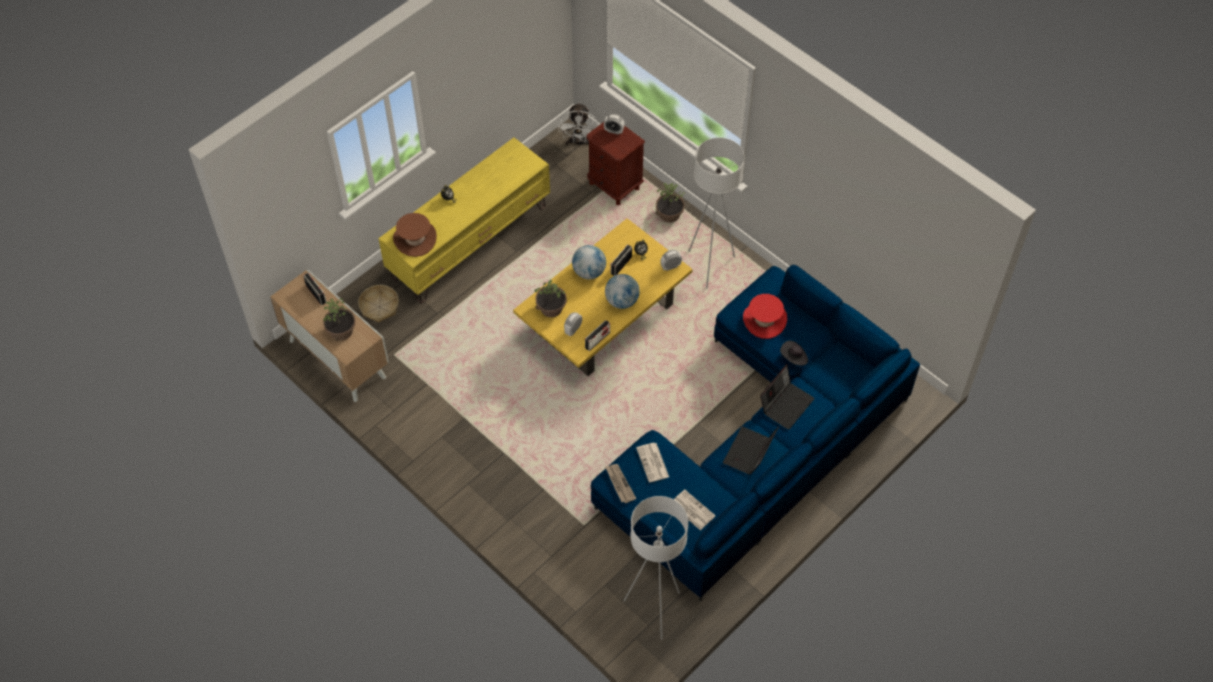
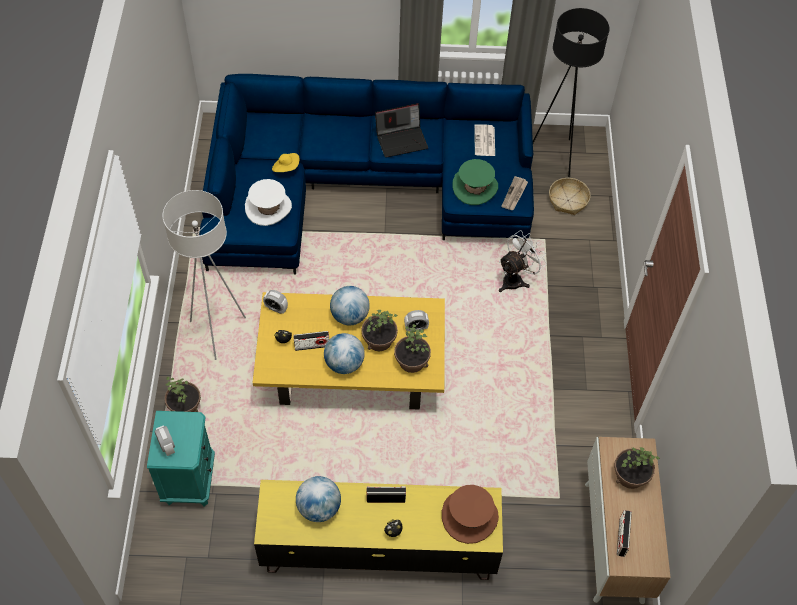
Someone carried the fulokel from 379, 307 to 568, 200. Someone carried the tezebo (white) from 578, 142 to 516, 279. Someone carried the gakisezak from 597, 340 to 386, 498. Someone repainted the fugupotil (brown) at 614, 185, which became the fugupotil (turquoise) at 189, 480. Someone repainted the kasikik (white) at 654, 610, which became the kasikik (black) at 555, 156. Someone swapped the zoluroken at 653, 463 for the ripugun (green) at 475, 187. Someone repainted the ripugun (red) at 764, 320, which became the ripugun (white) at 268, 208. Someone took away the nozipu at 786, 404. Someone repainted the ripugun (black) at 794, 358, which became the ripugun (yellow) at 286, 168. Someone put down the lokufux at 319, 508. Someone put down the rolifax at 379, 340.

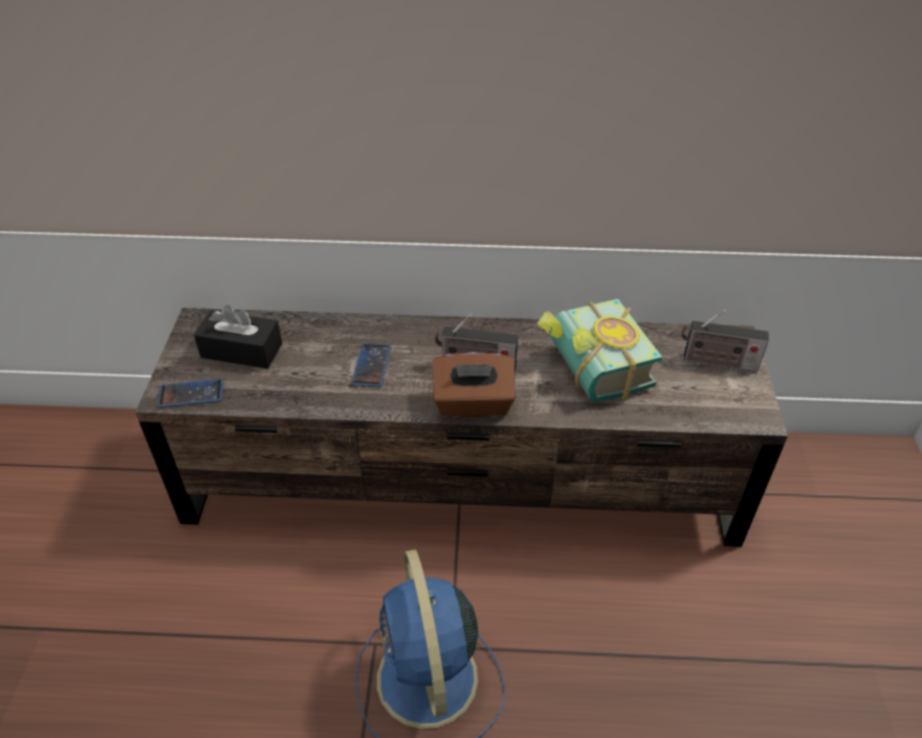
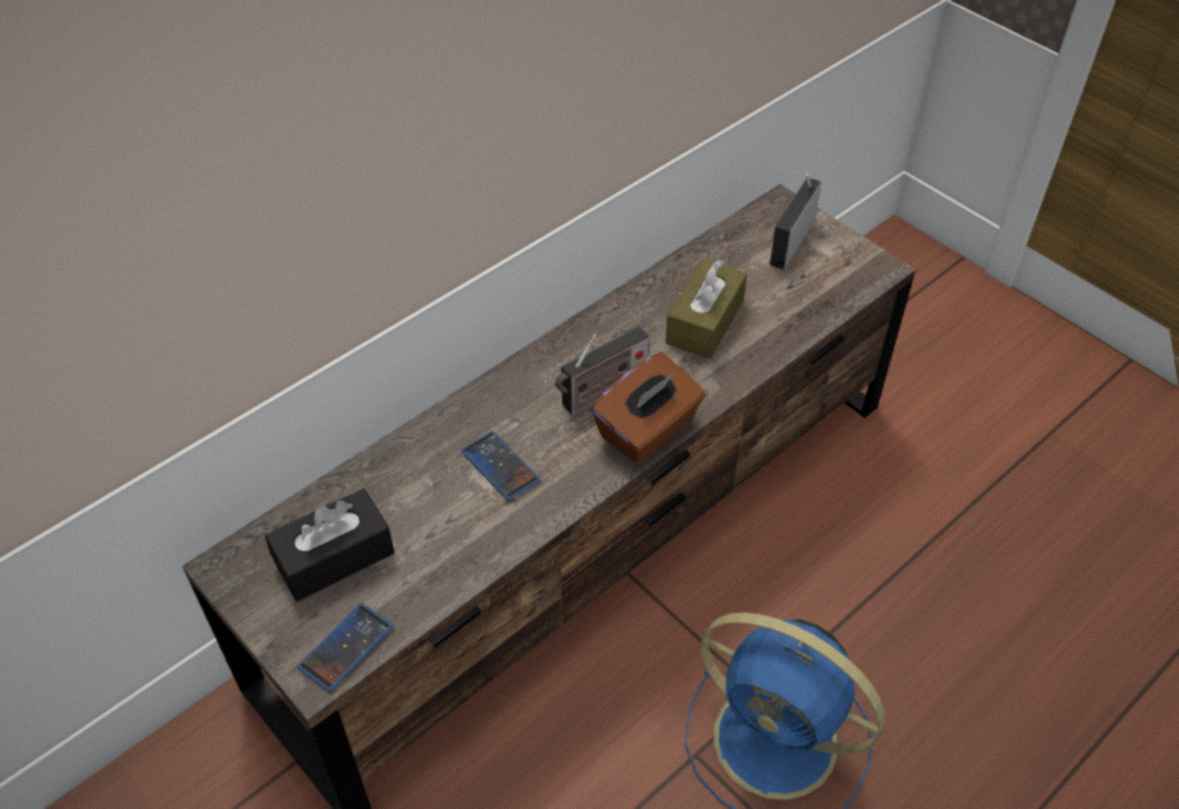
Someone swapped the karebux at 589, 371 for the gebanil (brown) at 705, 322. Someone rotated the gakisezak at 716, 362 by 150 degrees clockwise.

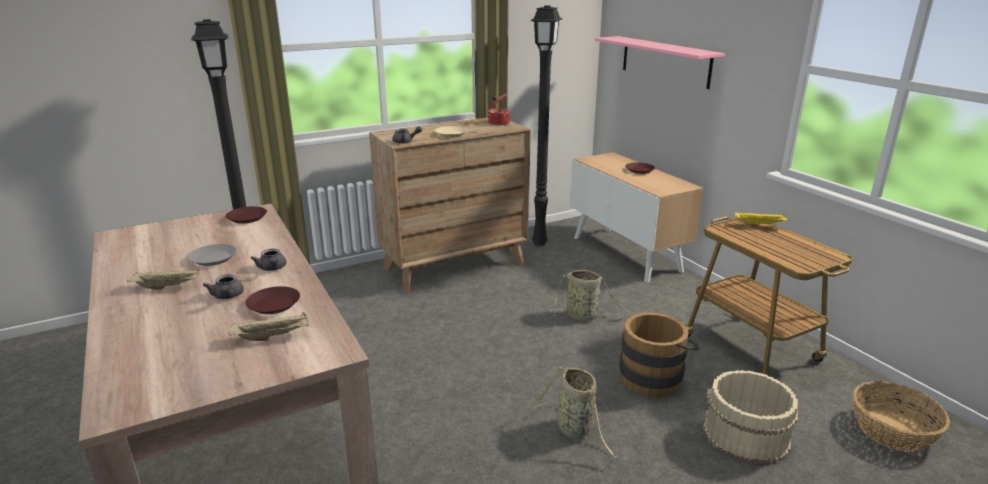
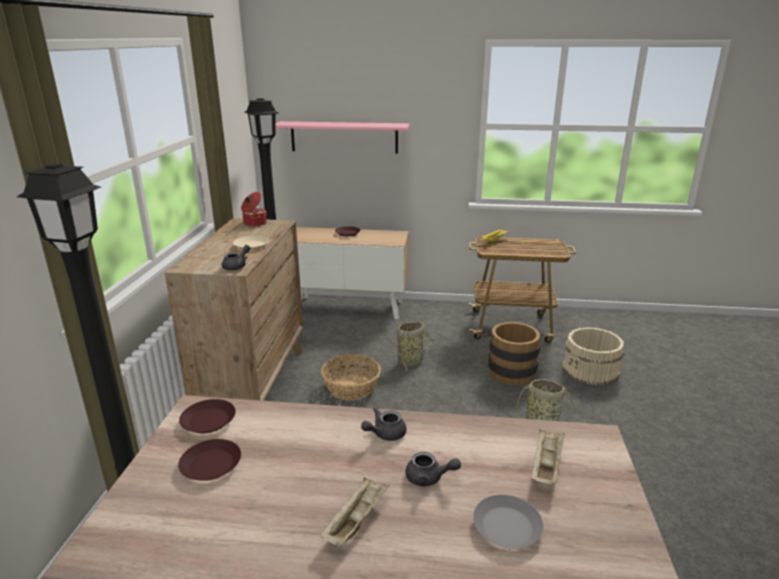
Someone carried the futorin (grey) from 213, 258 to 506, 527. Someone carried the futorin (brown) from 273, 305 to 211, 465. Someone rotated the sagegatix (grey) at 272, 269 by 135 degrees clockwise. Someone carried the fulokel from 892, 429 to 351, 387.

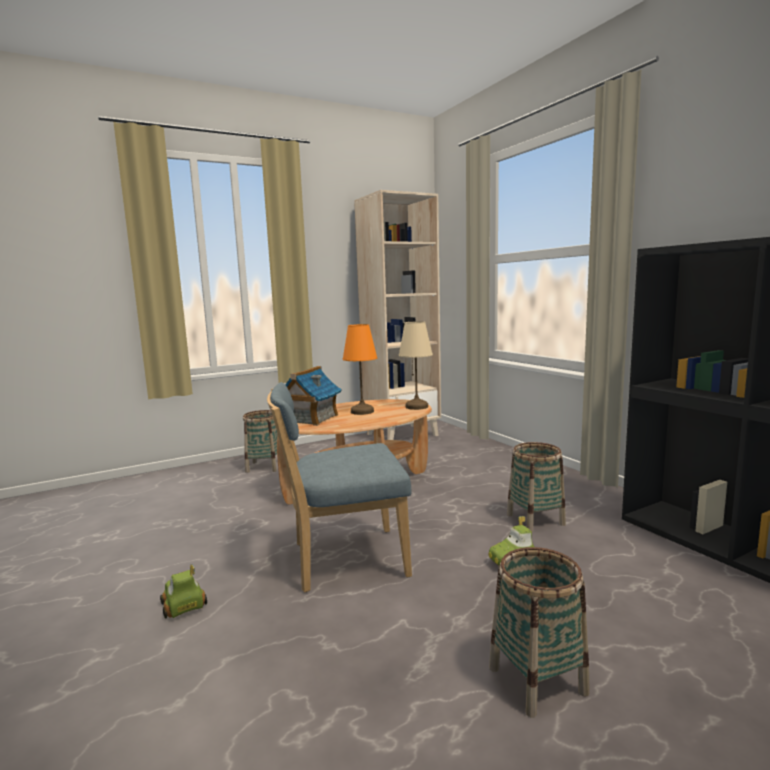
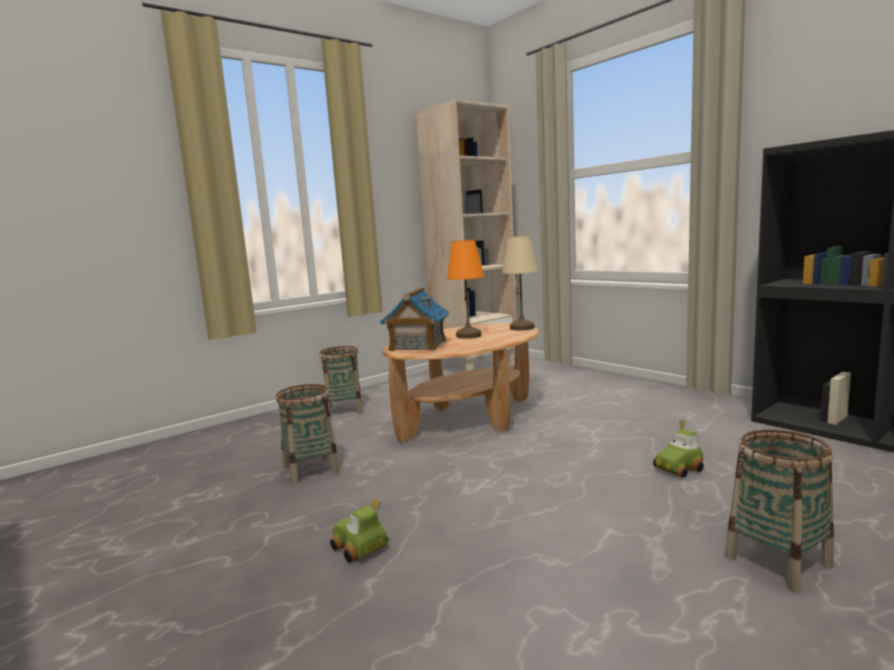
Someone took away the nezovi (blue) at 343, 560. Someone carried the fulokel from 535, 519 to 311, 470.

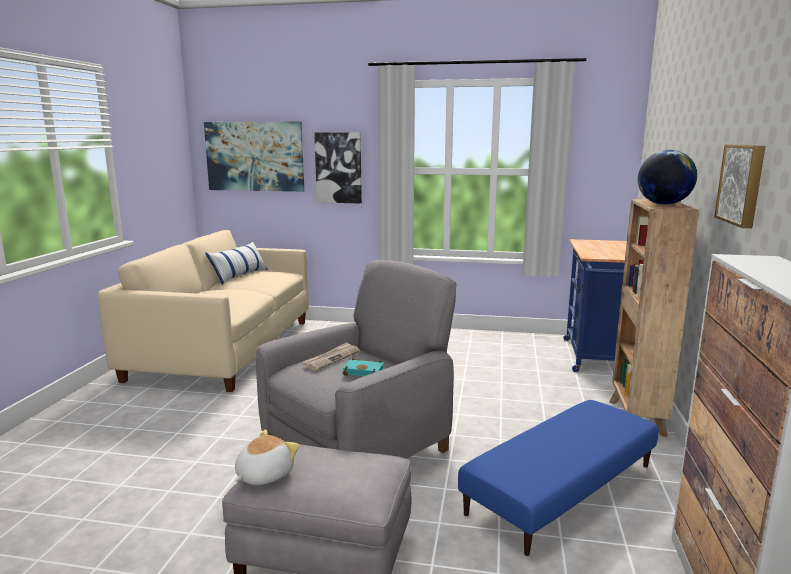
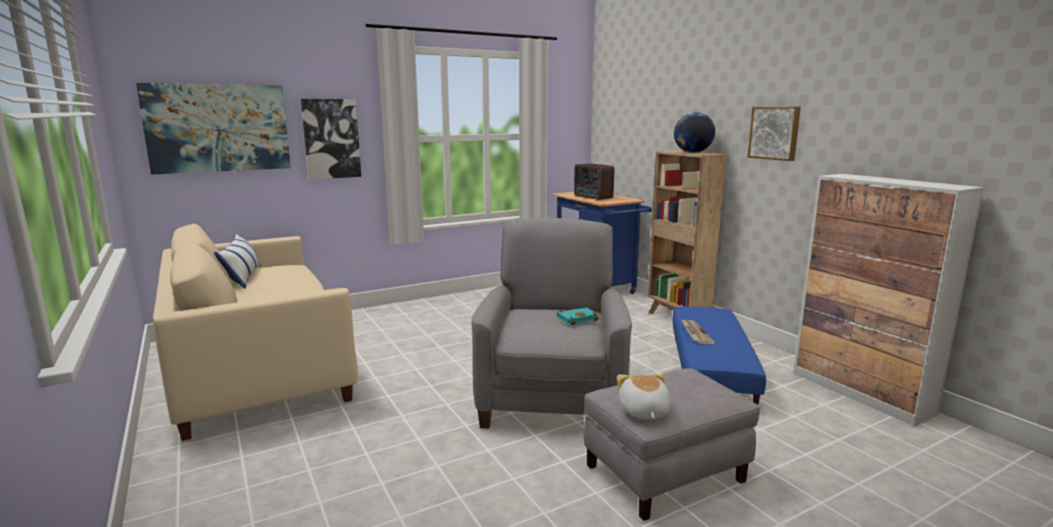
Someone carried the zoluroken from 332, 358 to 695, 333. Someone put down the gakisezak at 593, 198.

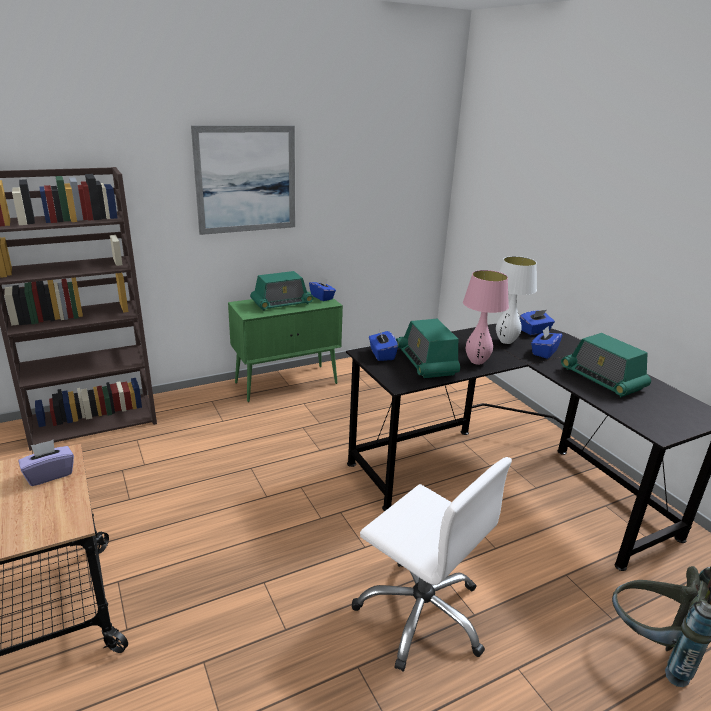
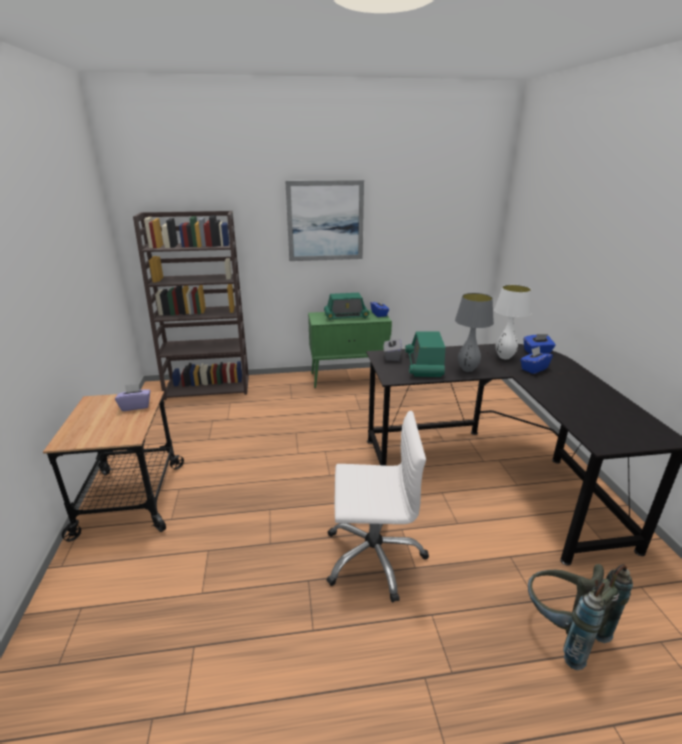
Someone rotated the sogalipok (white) at 421, 613 by 60 degrees counterclockwise. Someone repainted the gebanil (blue) at 381, 355, which became the gebanil (grey) at 392, 356. Someone repainted the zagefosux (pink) at 477, 362, which became the zagefosux (grey) at 467, 370. Someone took away the gakisezak at 602, 379.

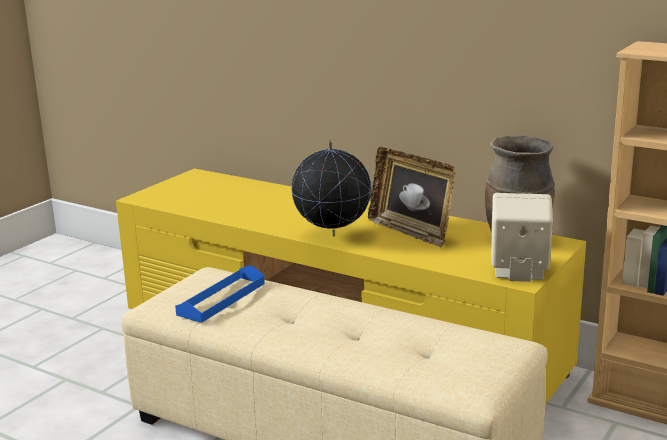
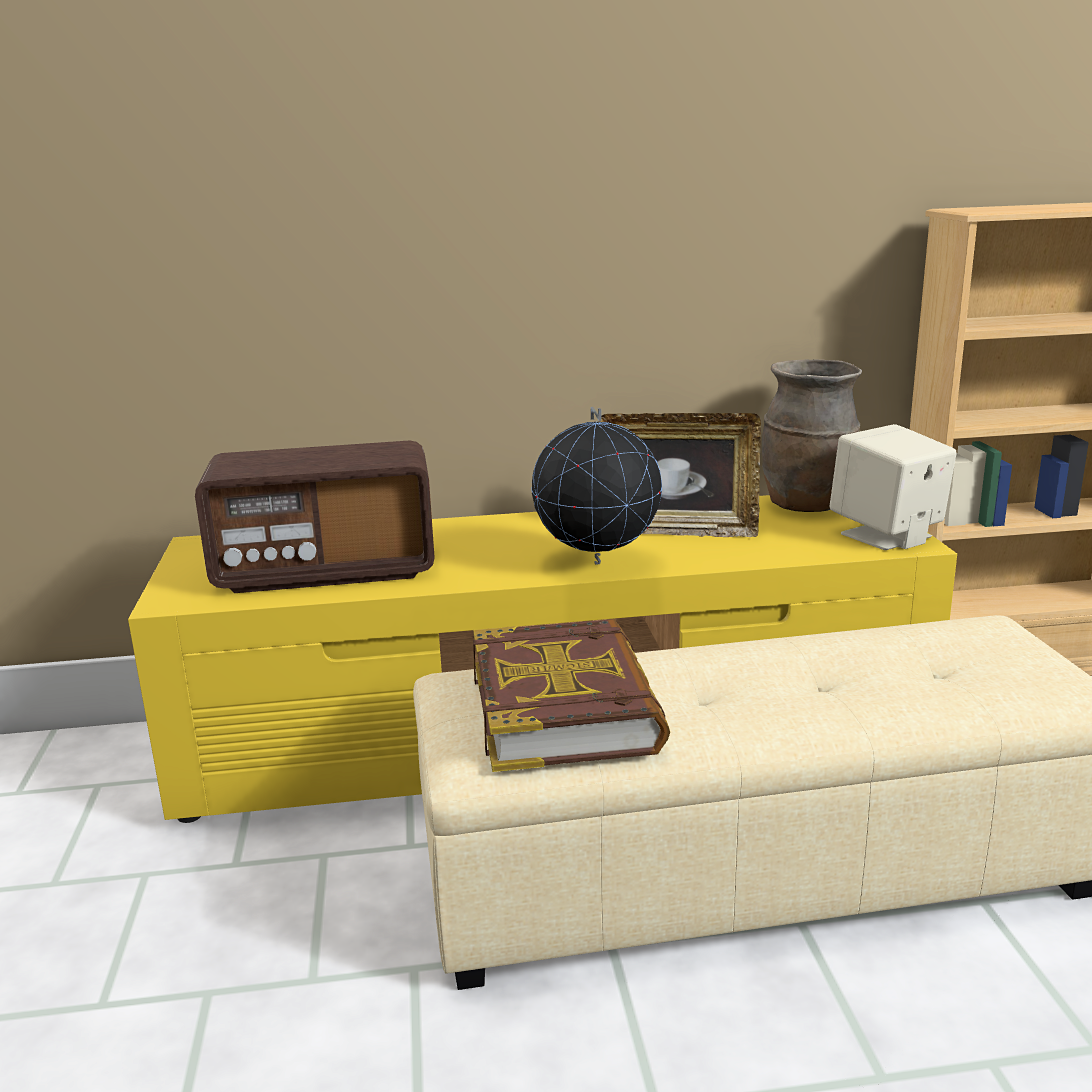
Someone swapped the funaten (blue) at 221, 299 for the karebux at 565, 707. Someone put down the gakisezak at 326, 570.

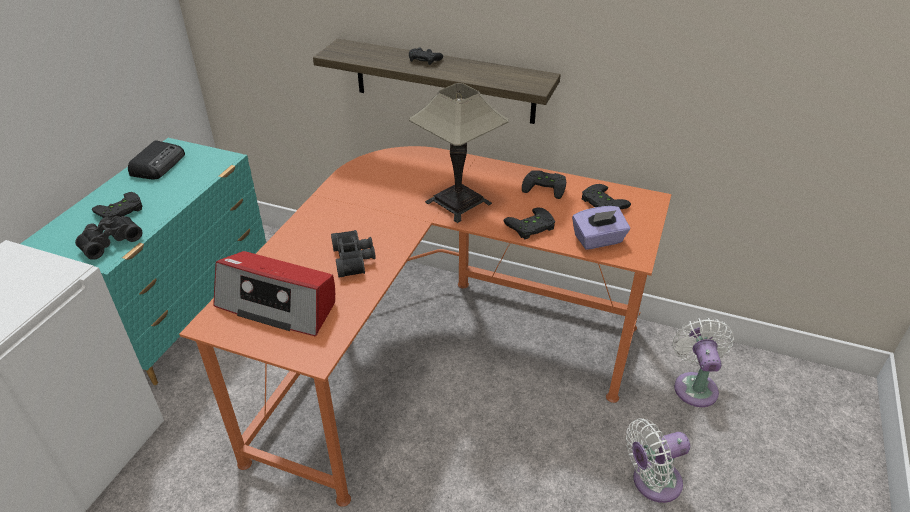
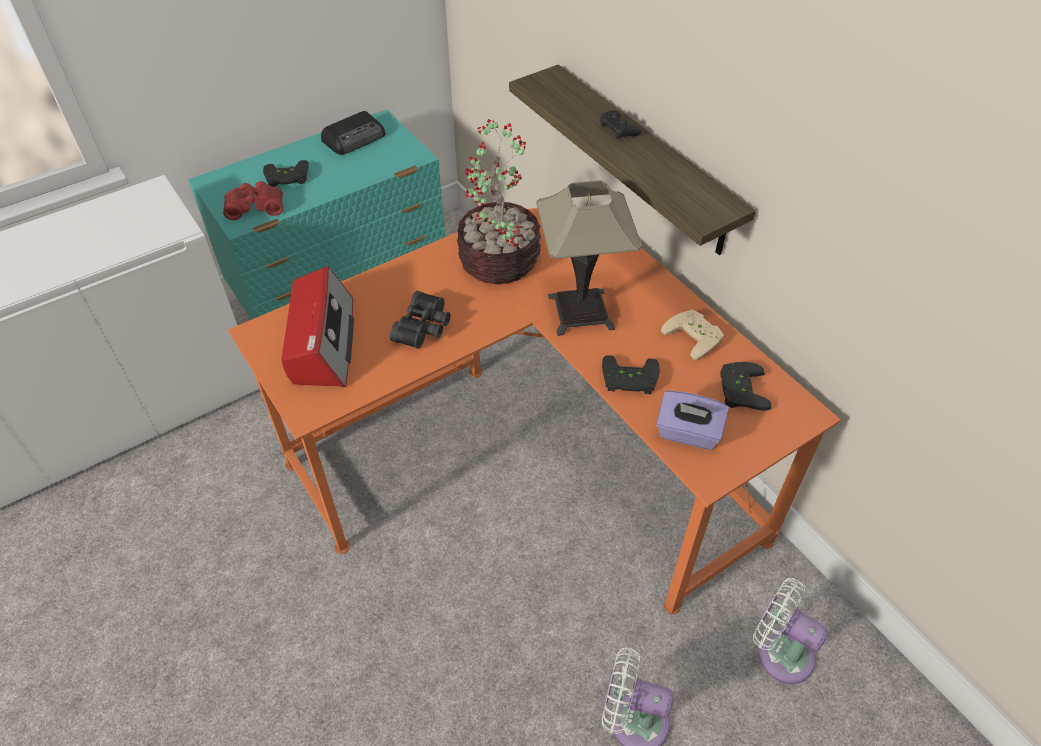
Someone repainted the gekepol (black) at 109, 241, which became the gekepol (red) at 255, 206. Someone rotated the gakisezak at 278, 304 by 150 degrees counterclockwise. Someone repainted the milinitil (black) at 545, 186, which became the milinitil (beige) at 695, 336. Someone rotated the tezebo (white) at 695, 385 by 90 degrees counterclockwise. Someone put down the rolifax at 499, 259.

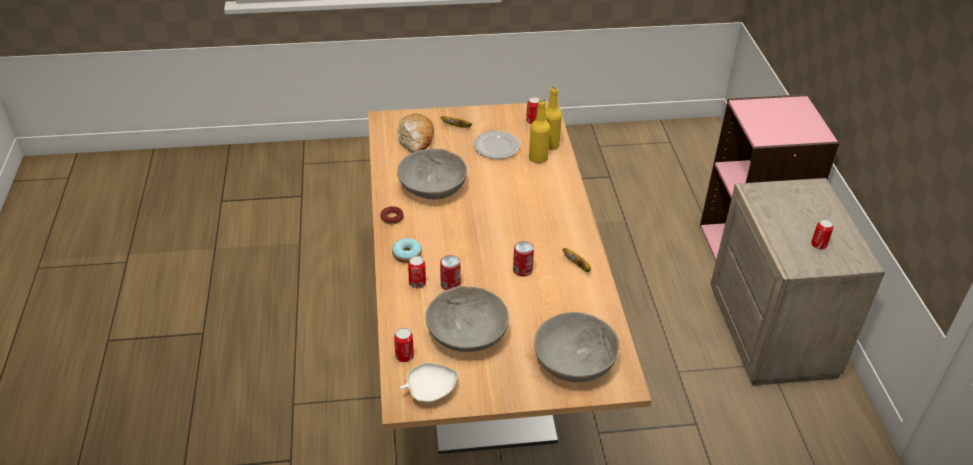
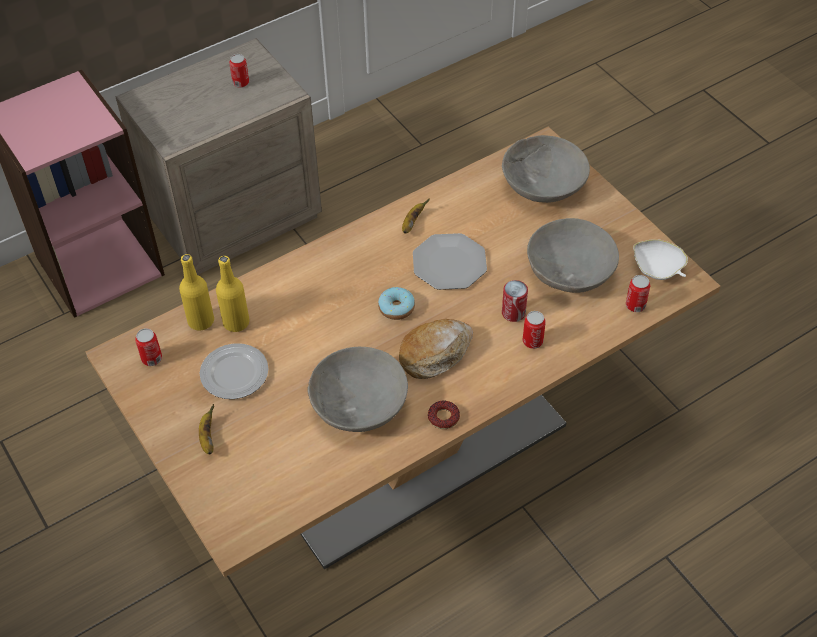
Someone carried the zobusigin from 407, 254 to 396, 308. Someone carried the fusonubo from 416, 139 to 435, 353. Someone swapped the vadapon at 522, 270 for the futorin at 449, 263.

